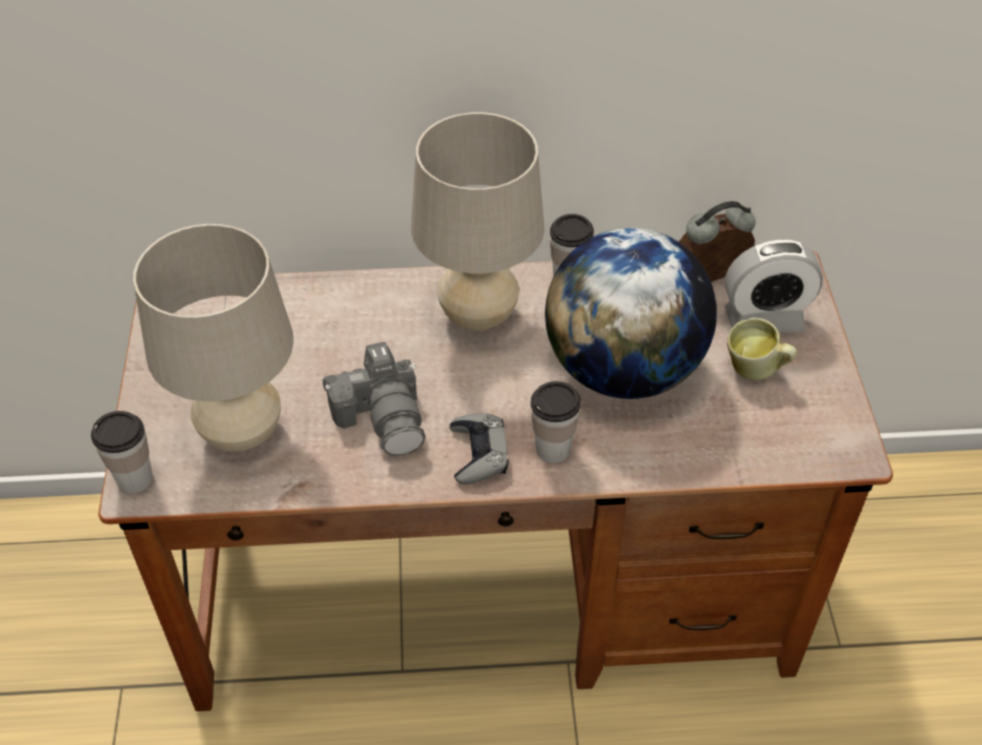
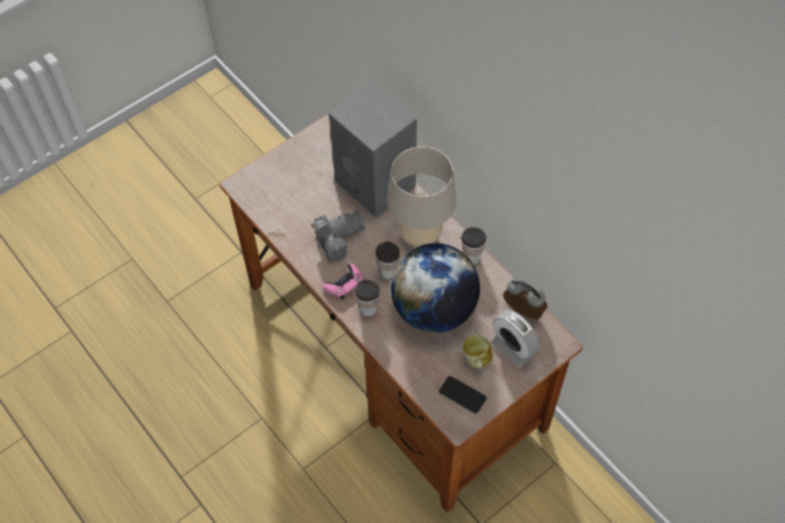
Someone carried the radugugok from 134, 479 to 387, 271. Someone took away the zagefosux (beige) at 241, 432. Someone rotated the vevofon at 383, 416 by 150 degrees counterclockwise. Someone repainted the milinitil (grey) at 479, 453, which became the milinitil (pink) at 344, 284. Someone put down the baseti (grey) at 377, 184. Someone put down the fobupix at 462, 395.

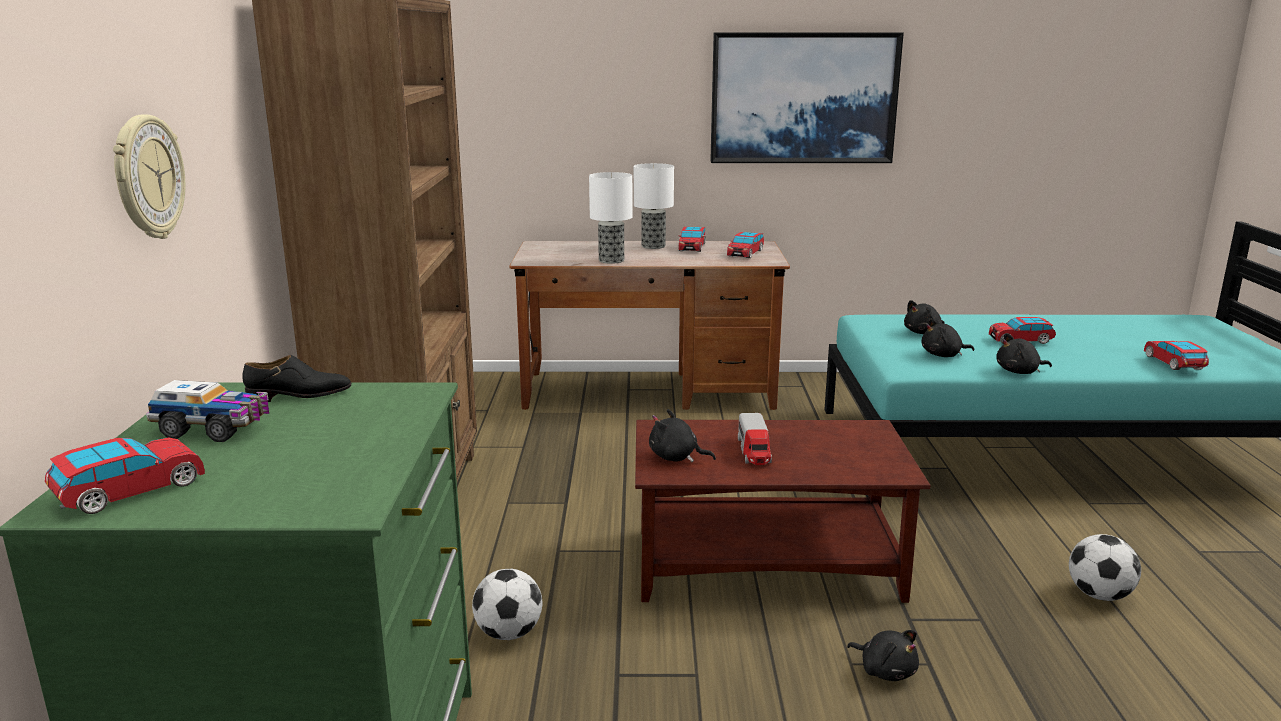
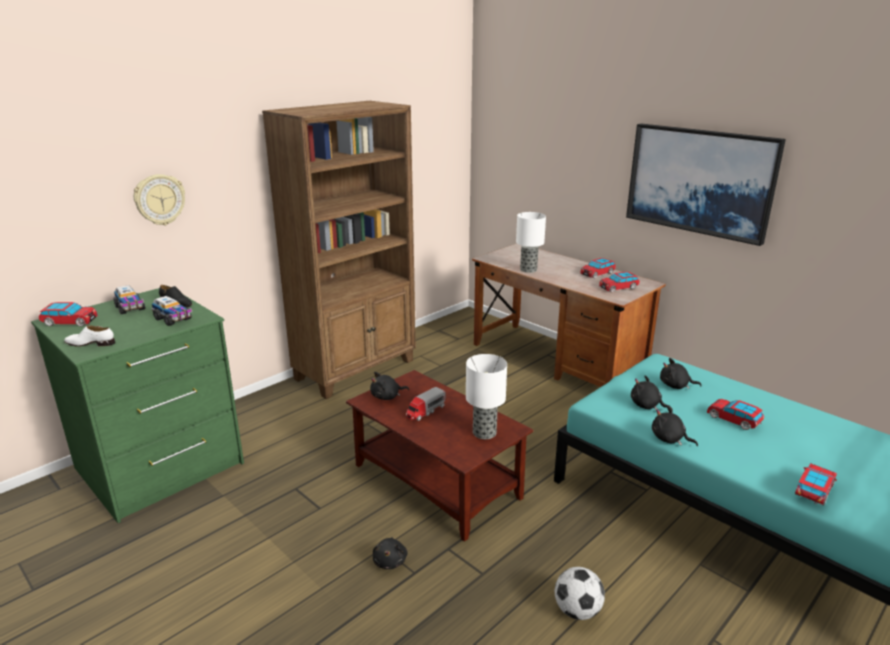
Someone took away the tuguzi at 509, 633. Someone carried the zagefosux from 654, 246 to 484, 433. Someone rotated the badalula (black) at 676, 457 by 90 degrees counterclockwise. Someone put down the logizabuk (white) at 90, 343. Someone put down the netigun at 173, 319.

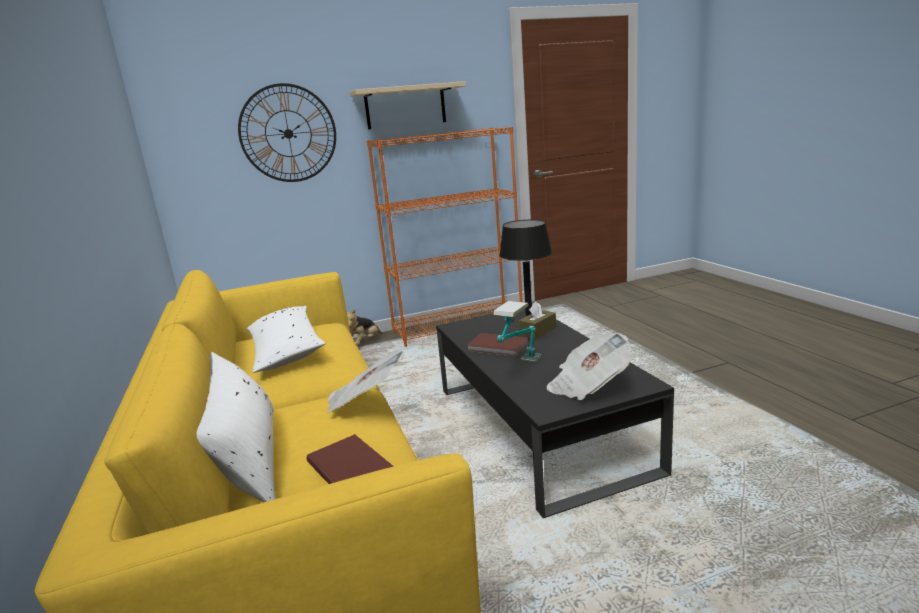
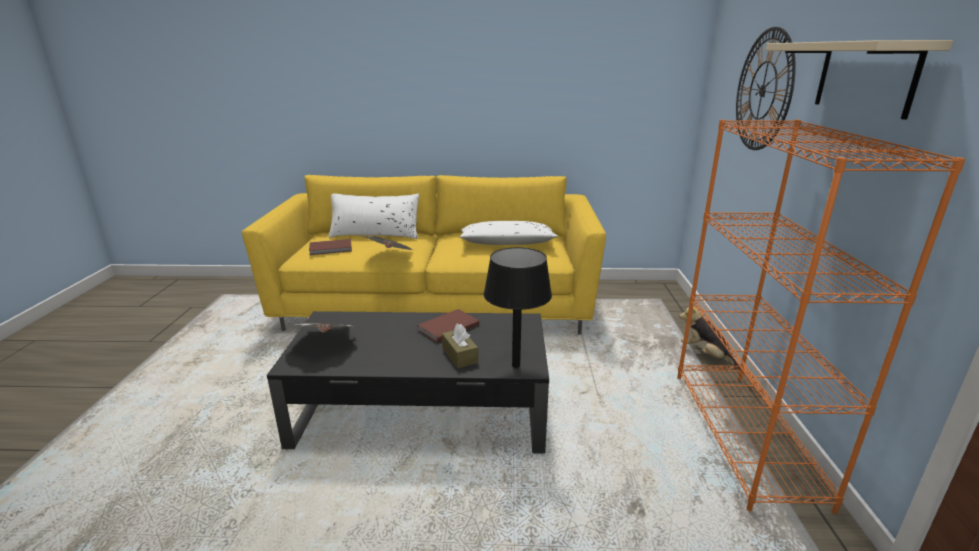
Someone took away the zagefosux at 520, 368.

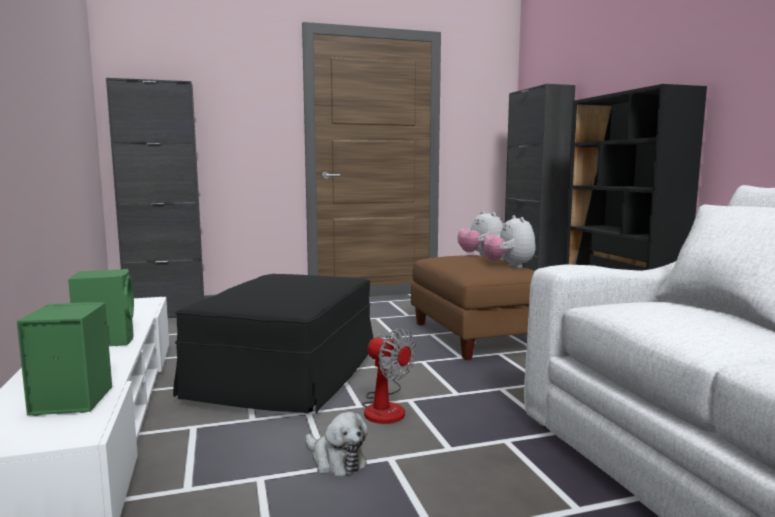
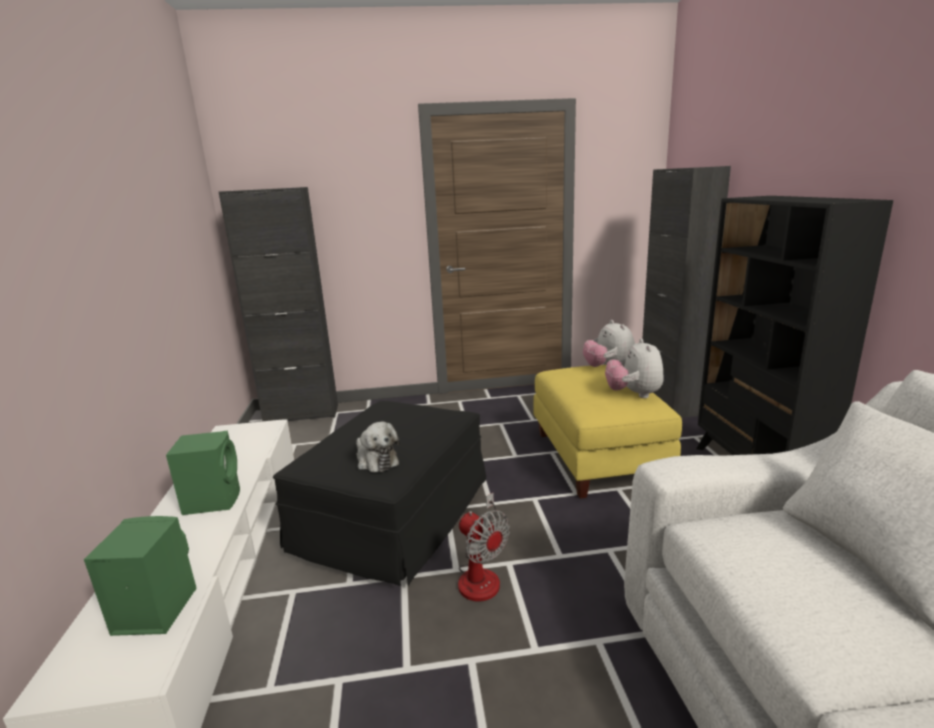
Someone carried the badalula from 336, 461 to 376, 460. Someone repainted the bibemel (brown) at 476, 336, which became the bibemel (yellow) at 599, 458.

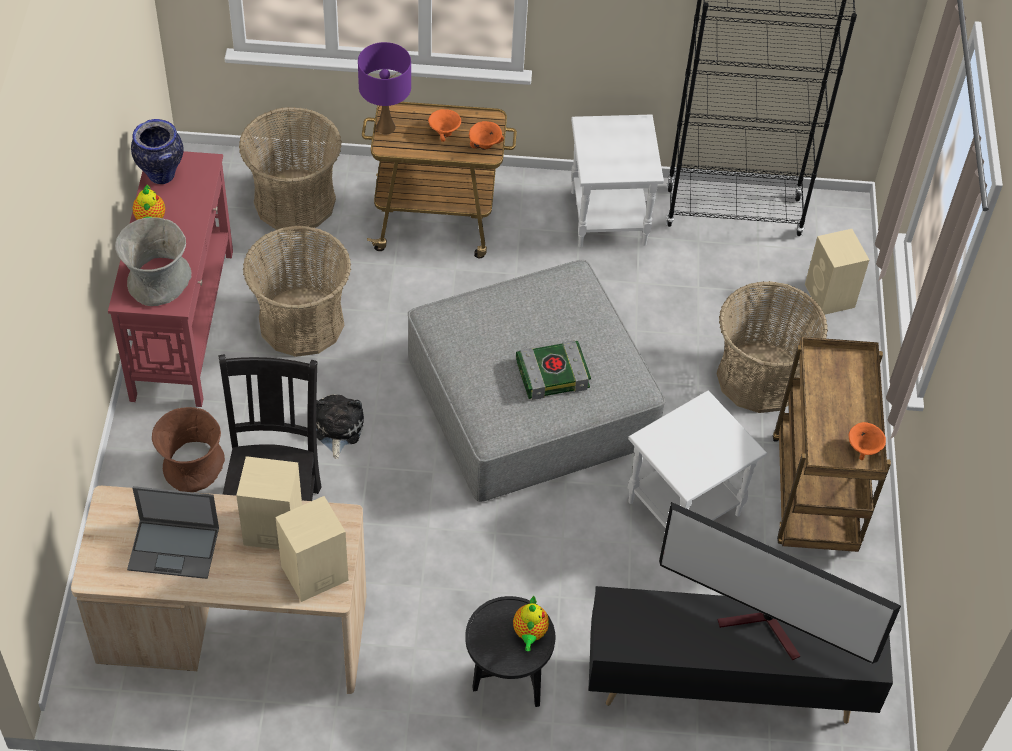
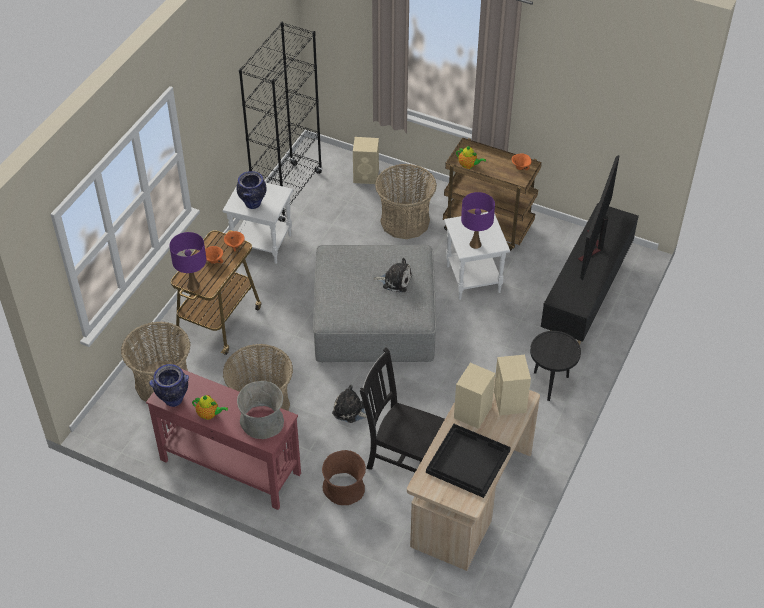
Someone swapped the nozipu at 175, 548 for the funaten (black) at 467, 461. Someone carried the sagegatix from 529, 633 to 468, 166. Someone swapped the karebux at 553, 373 for the badalula at 395, 280. Someone rotated the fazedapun at 766, 628 by 150 degrees clockwise. Someone put down the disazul at 253, 204. Someone put down the zagefosux (purple) at 475, 244.

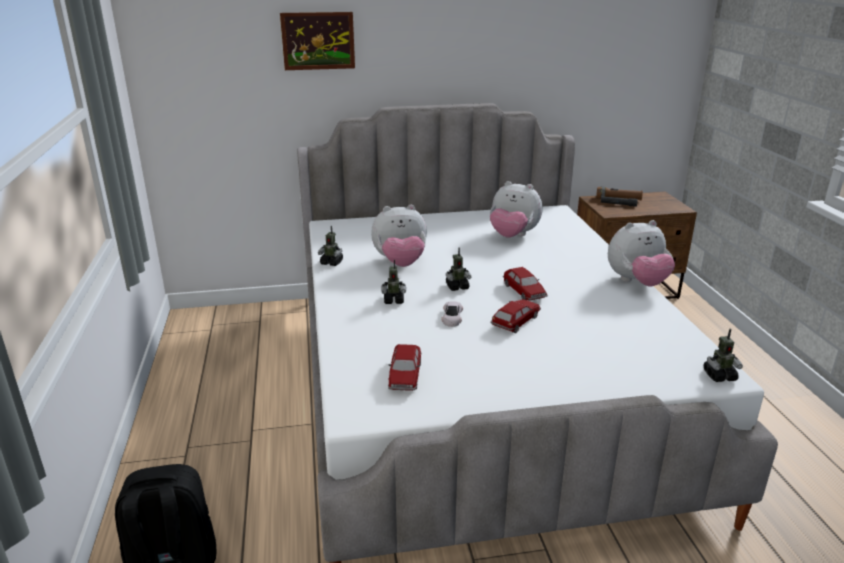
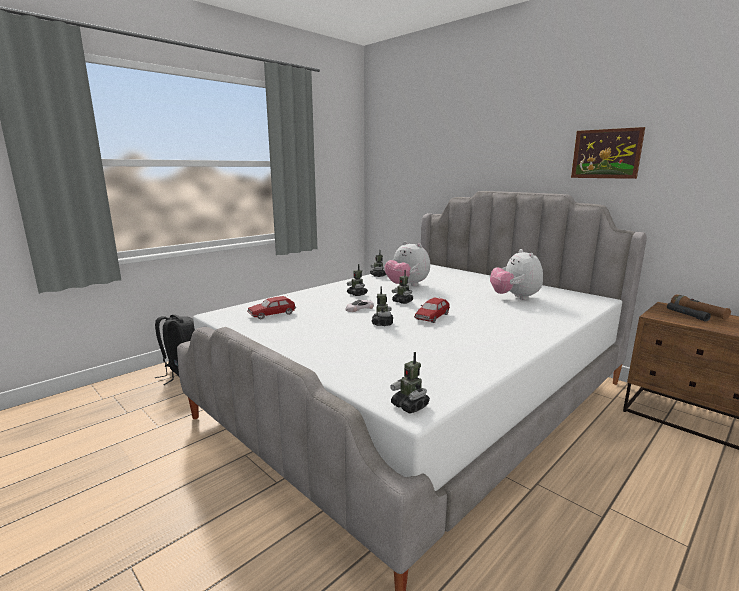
Someone carried the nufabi from 318, 41 to 606, 154. Someone swapped the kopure at 516, 321 for the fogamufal at 382, 323. Someone took away the badalula at 637, 282.

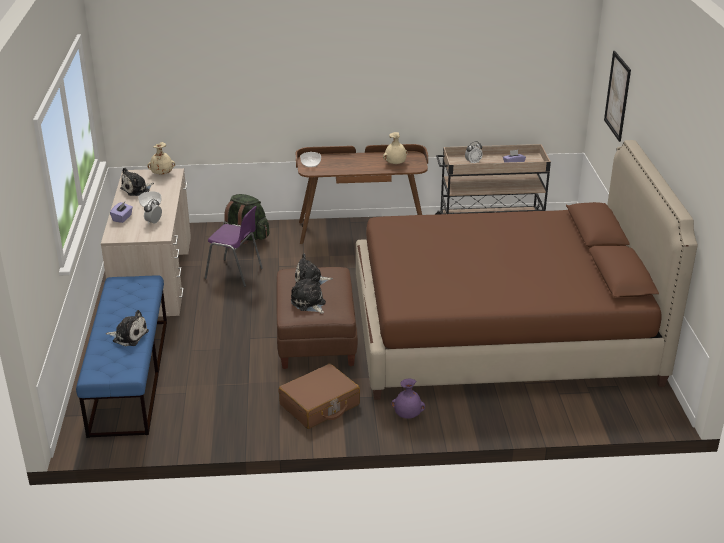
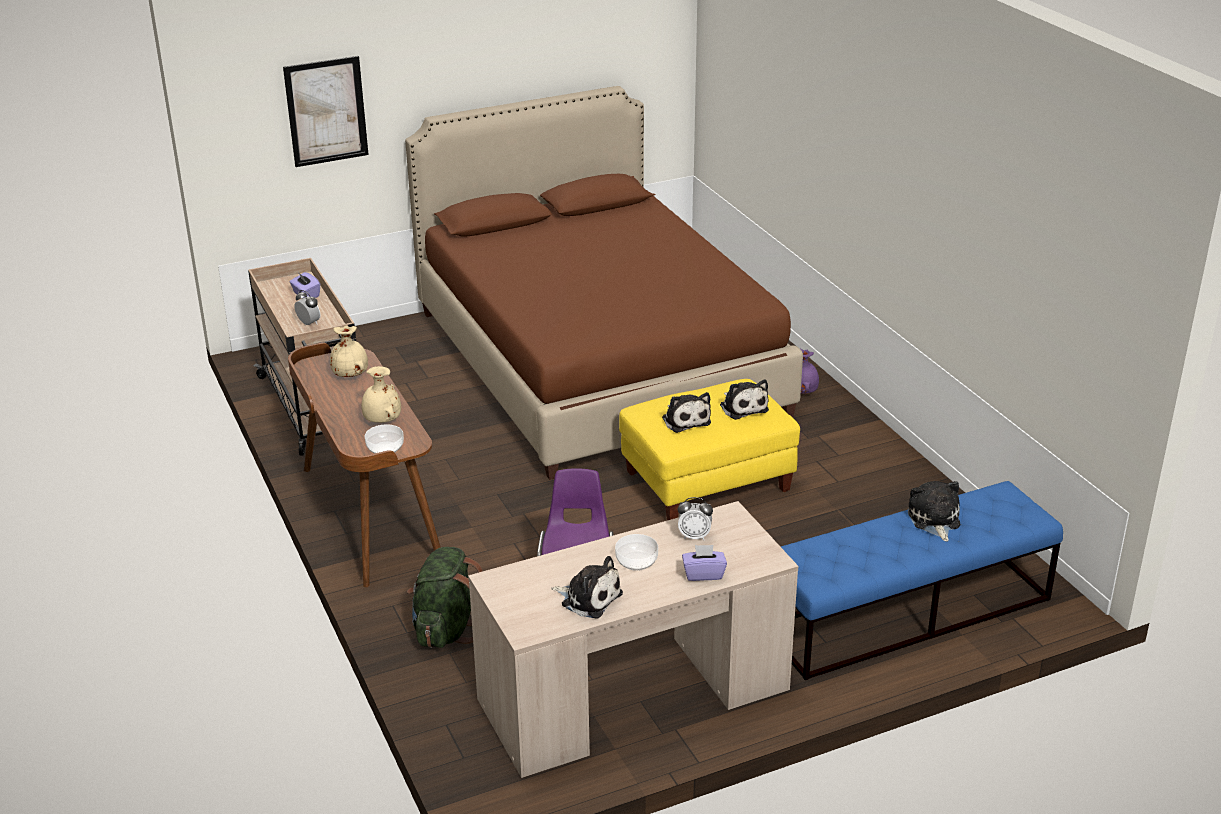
Someone carried the disazul (beige) from 162, 173 to 382, 421. Someone repainted the bibemel (brown) at 316, 340, which became the bibemel (yellow) at 707, 482. Someone took away the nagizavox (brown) at 320, 405. Someone rotated the badalula at 309, 303 by 60 degrees counterclockwise.

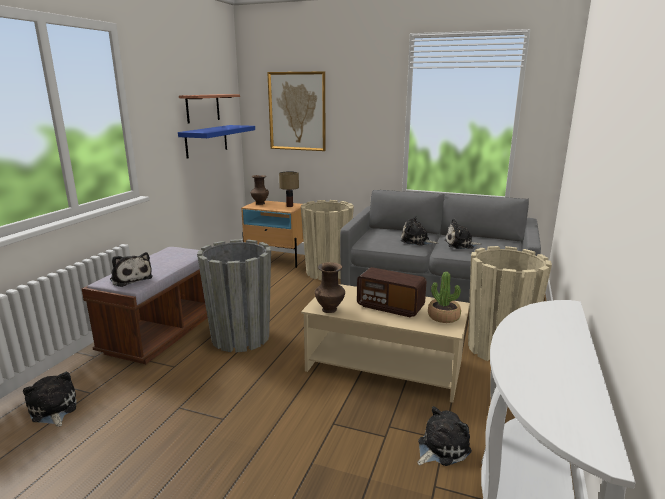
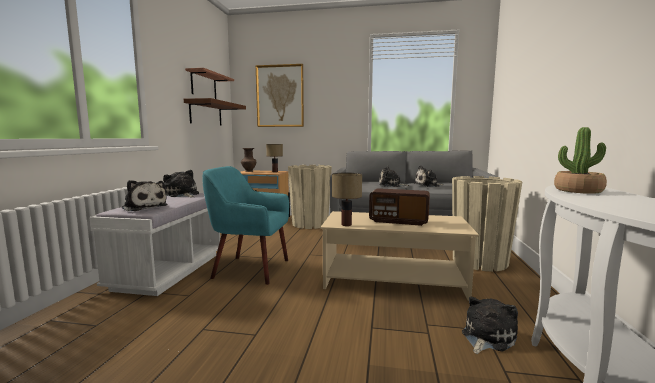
Someone carried the badalula from 53, 410 to 182, 194. Someone repainted the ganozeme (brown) at 162, 333, which became the ganozeme (white) at 169, 271. Someone repainted the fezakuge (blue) at 206, 141, which became the fezakuge (brown) at 206, 113. Someone swapped the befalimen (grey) at 240, 337 for the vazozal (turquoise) at 250, 269. Someone swapped the disazul (brown) at 330, 309 for the zagefosux at 346, 224. Someone carried the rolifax from 443, 317 to 578, 190.

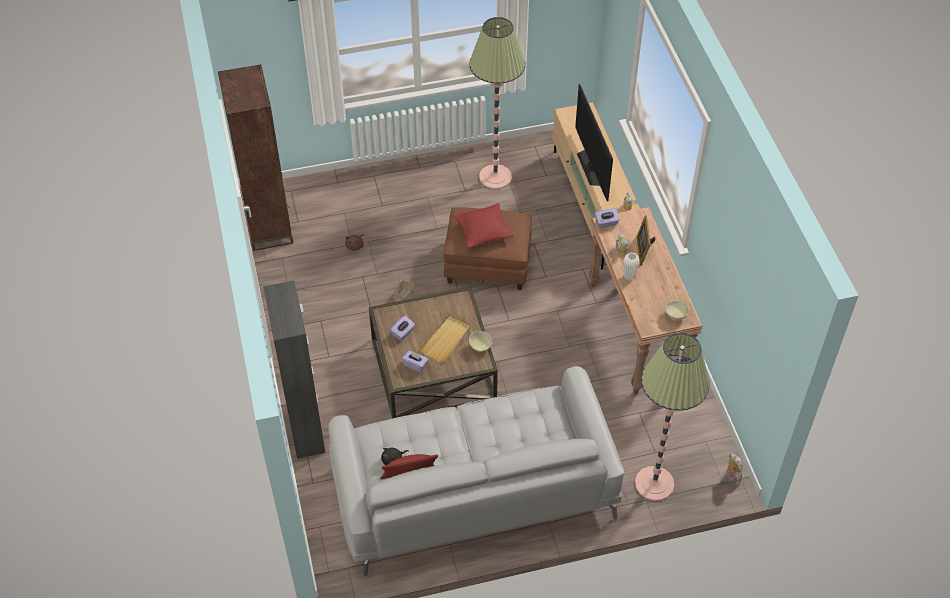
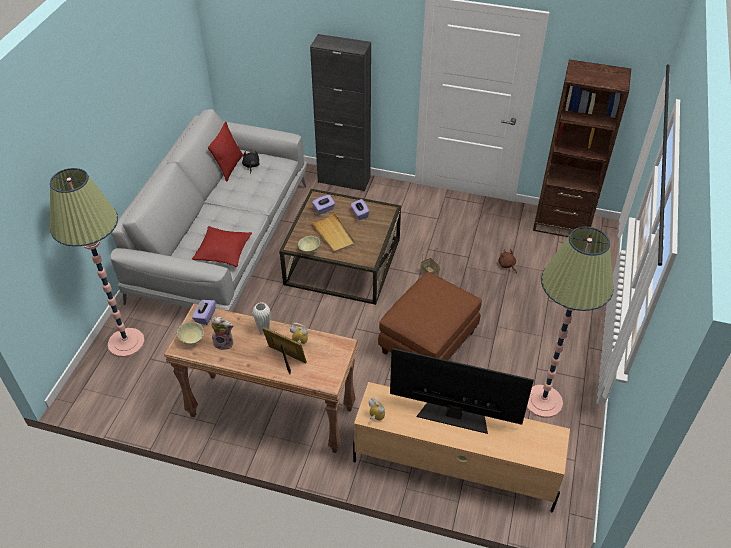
Someone carried the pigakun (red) from 483, 230 to 223, 251. Someone carried the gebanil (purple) from 606, 223 to 205, 316. Someone carried the badalula from 731, 477 to 224, 343.

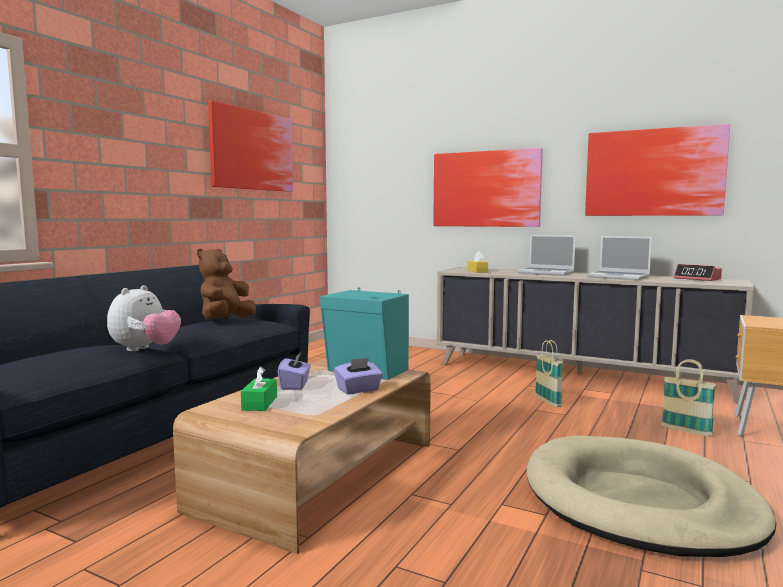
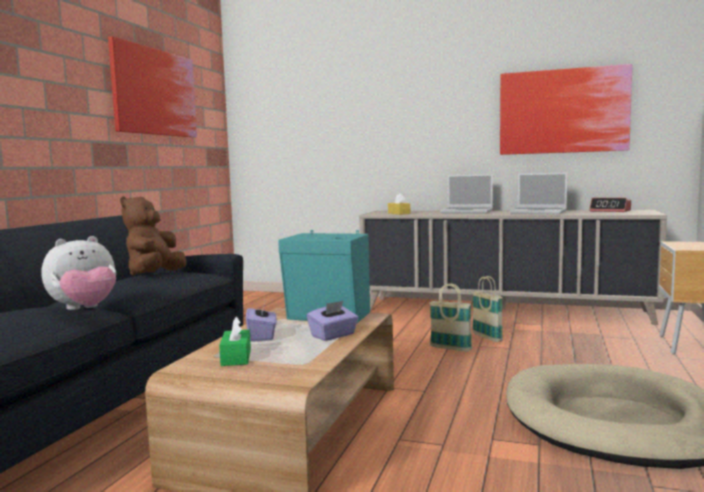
Someone rotated the badalula at 145, 350 by 45 degrees clockwise. Someone took away the nufabi at 486, 189. Someone carried the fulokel from 686, 431 to 450, 348.

